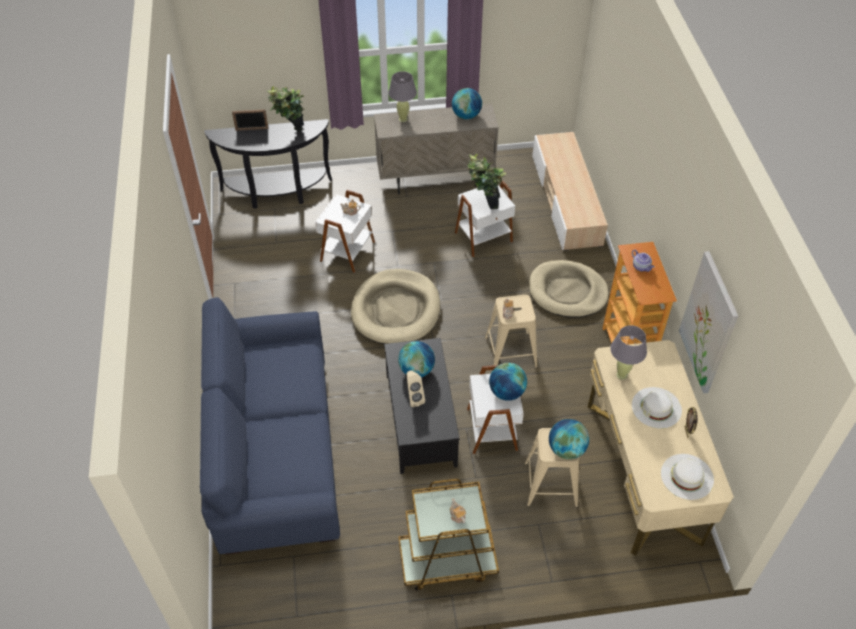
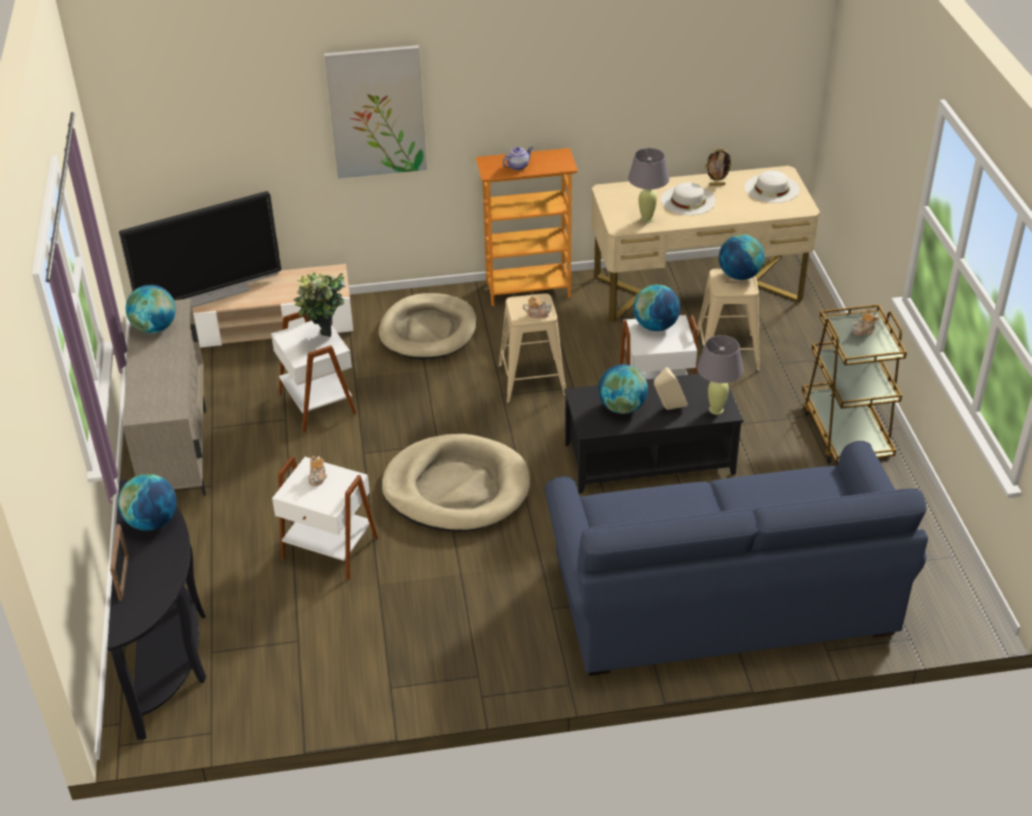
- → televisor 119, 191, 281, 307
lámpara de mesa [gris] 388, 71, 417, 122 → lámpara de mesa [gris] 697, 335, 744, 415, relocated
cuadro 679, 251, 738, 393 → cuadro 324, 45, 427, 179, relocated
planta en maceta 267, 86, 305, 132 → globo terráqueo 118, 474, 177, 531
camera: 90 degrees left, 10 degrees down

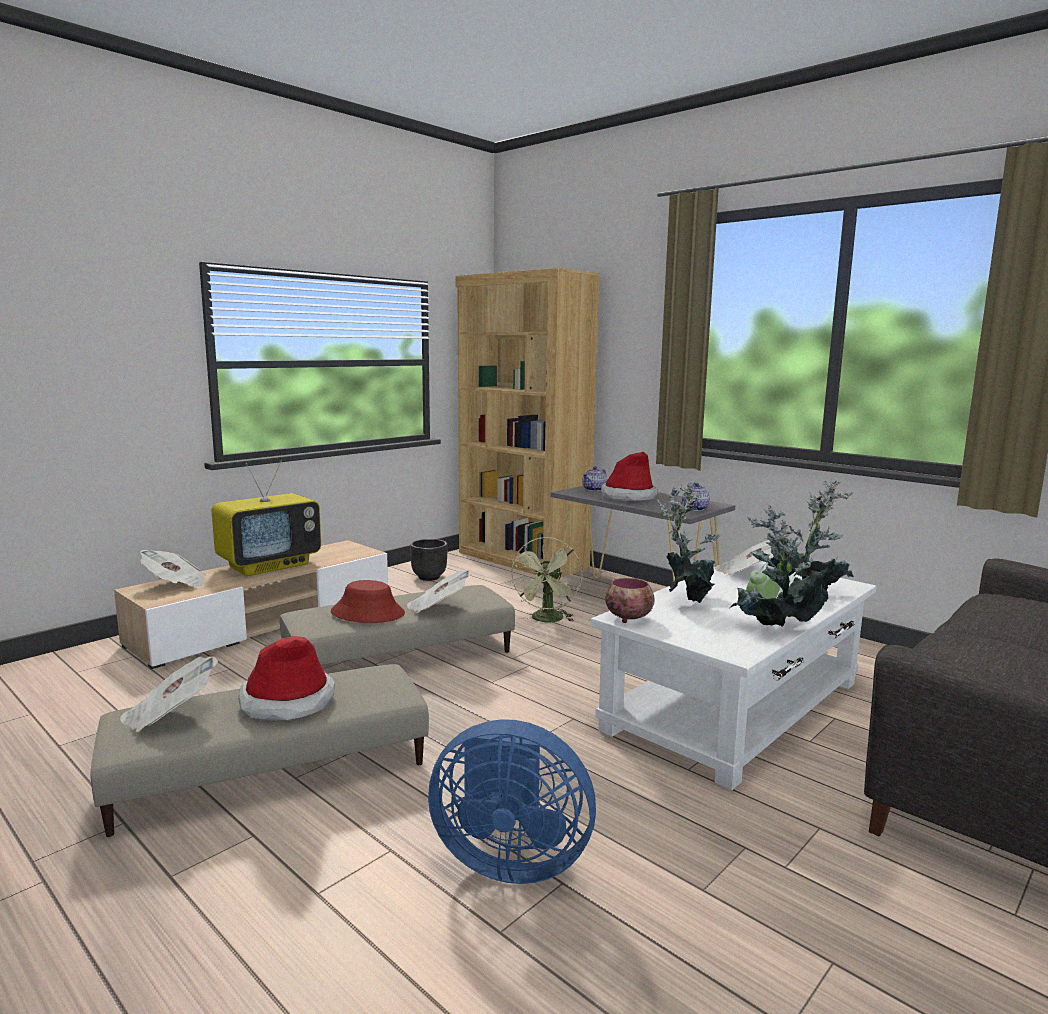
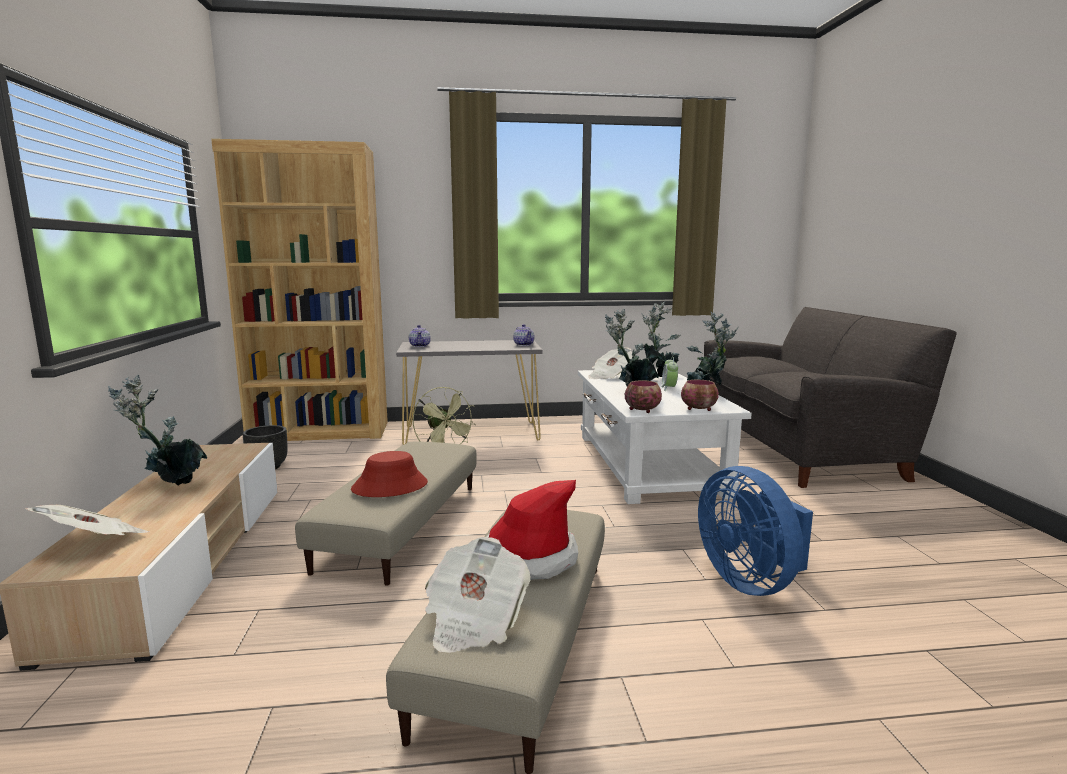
periódico 406, 570, 472, 613 → -
sombrero 601, 452, 658, 501 → -
- → cuenco 681, 380, 719, 411
televisor 212, 461, 321, 576 → planta en maceta 108, 375, 207, 485
ventilador [azul] 428, 719, 596, 884 → ventilador [azul] 698, 466, 813, 596, 105 degrees clockwise
camera: 50 degrees left, 0 degrees up

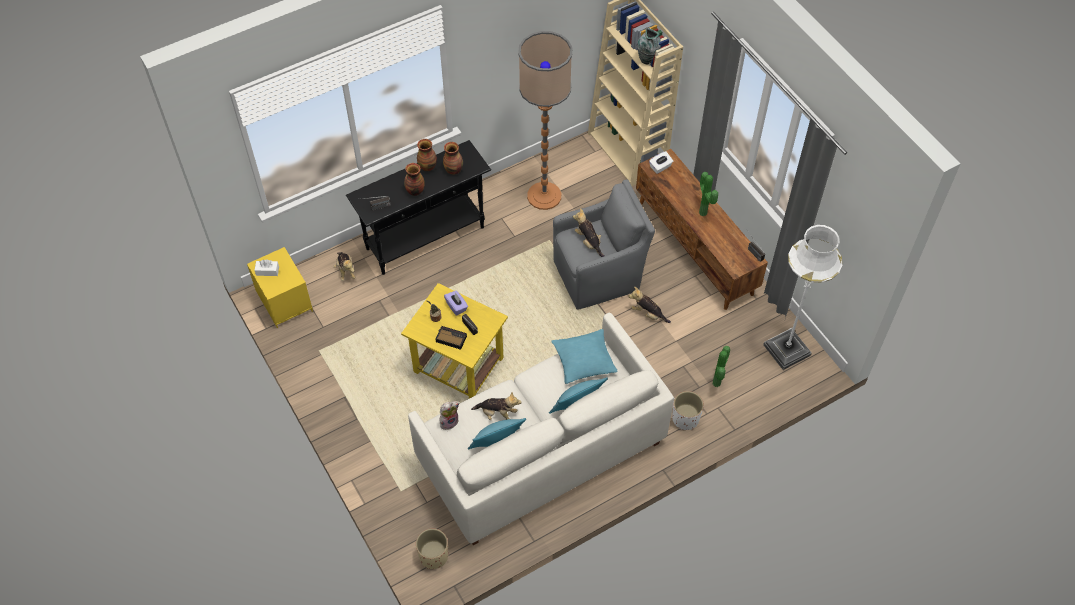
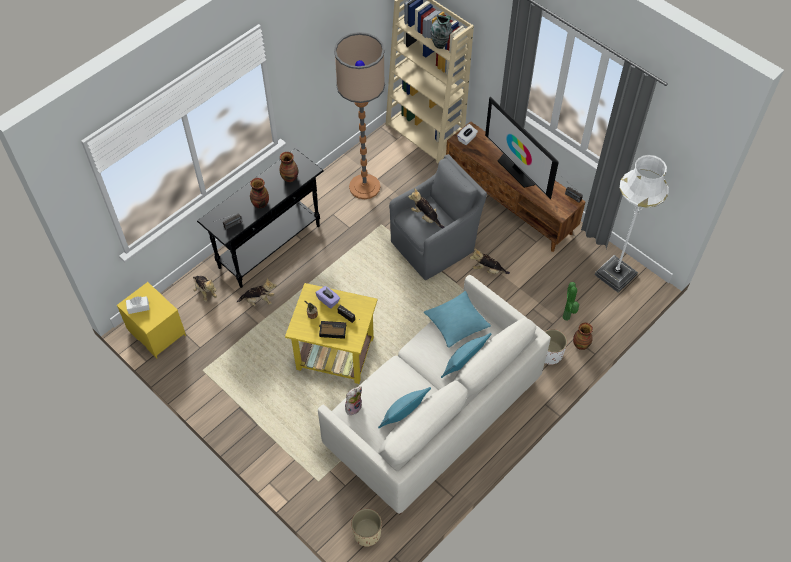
florero 417, 139, 437, 171 → florero 573, 322, 593, 350, relocated
peluche 471, 392, 522, 420 → peluche 237, 278, 277, 306, relocated
planta en maceta 699, 172, 718, 216 → televisor 485, 97, 559, 199
camera: 15 degrees left, 0 degrees up

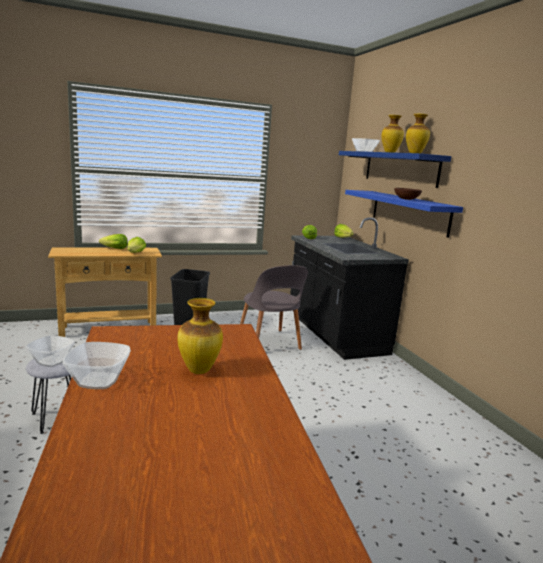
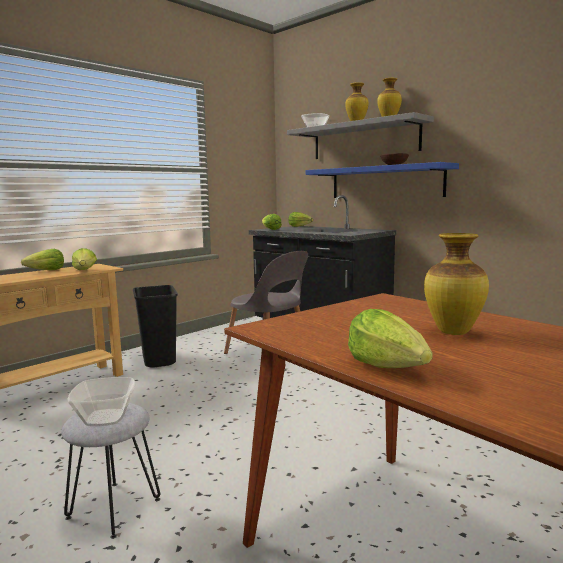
cuenco 63, 342, 131, 389 → lechuga 348, 309, 433, 368
estante [azul] 339, 151, 452, 188 → estante [gris] 287, 112, 434, 159
camera: 25 degrees left, 5 degrees down

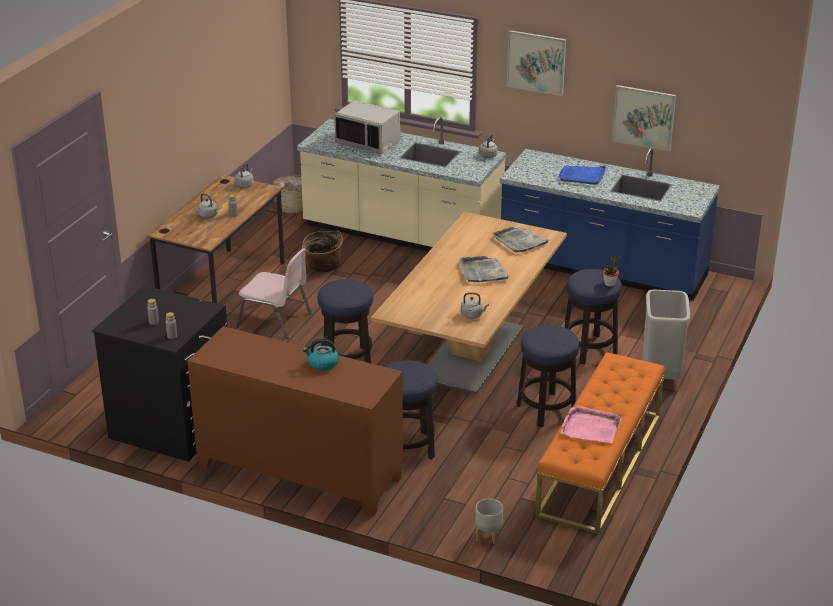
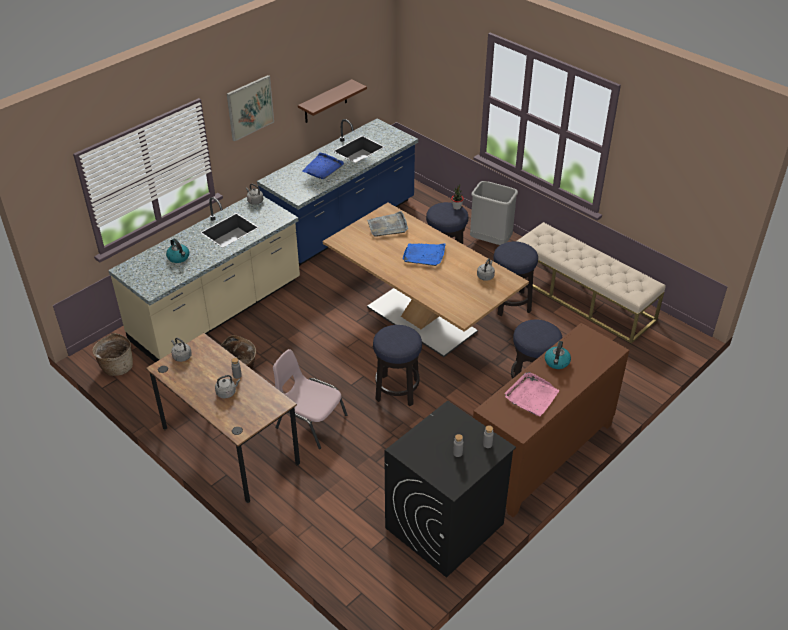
maceta [gris] 475, 499, 503, 545 → -
bandeja [rosa] 561, 405, 622, 443 → bandeja [rosa] 505, 372, 559, 416, relocated
microondas [gris] 334, 100, 400, 155 → hervidor 166, 239, 189, 263
cuadro 612, 85, 676, 152 → estante [marrón] 298, 79, 367, 123
bandeja [gris] 459, 256, 510, 282 → bandeja [azul] 402, 243, 446, 266
banco [naranja] 535, 352, 665, 534 → banco [beis] 516, 222, 666, 344
silla [rosa] 236, 248, 312, 339 → silla [rosa] 273, 349, 348, 449, 105 degrees counterclockwise
camera: 70 degrees left, 10 degrees up

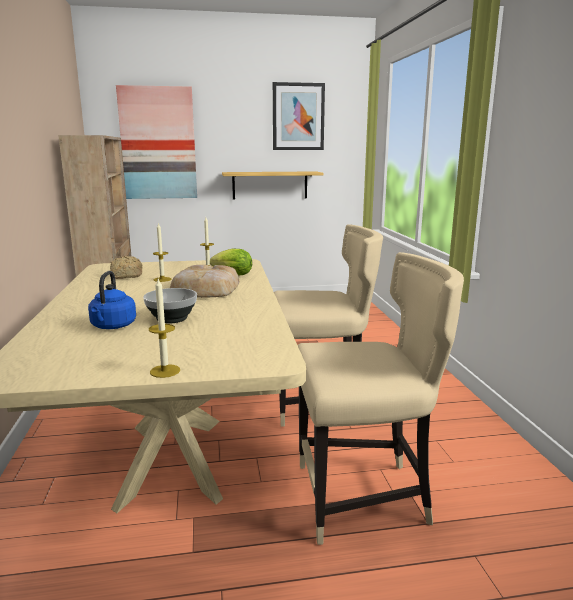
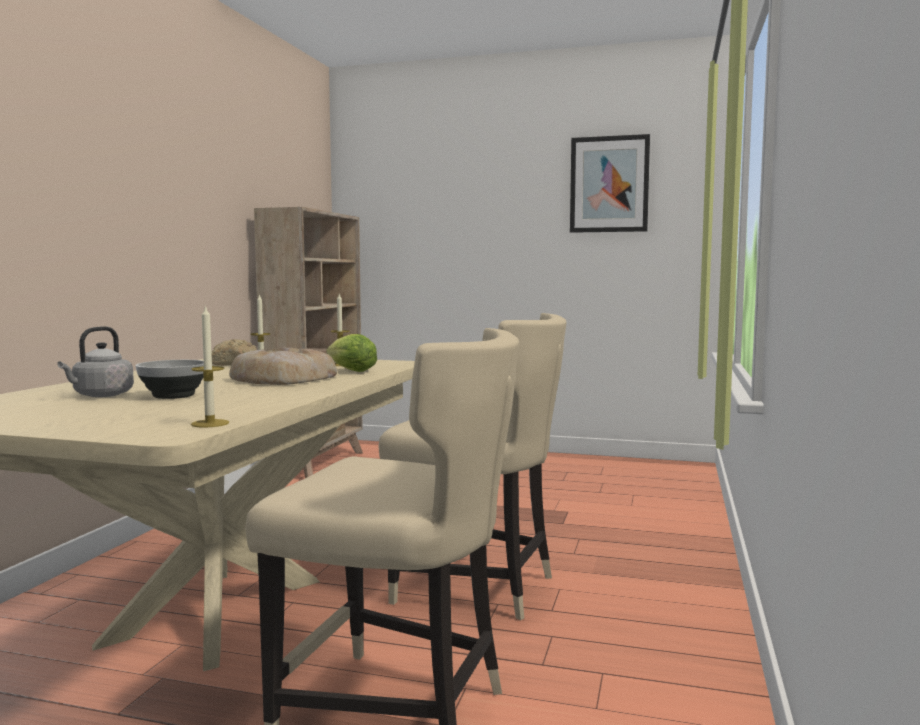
cuadro 116, 85, 197, 199 → -
estante 222, 171, 324, 200 → -
vela 149, 279, 180, 378 → vela 191, 305, 229, 428, relocated
hervidor [azul] 88, 271, 136, 329 → hervidor [gris] 57, 326, 134, 397
camera: 25 degrees right, 10 degrees down

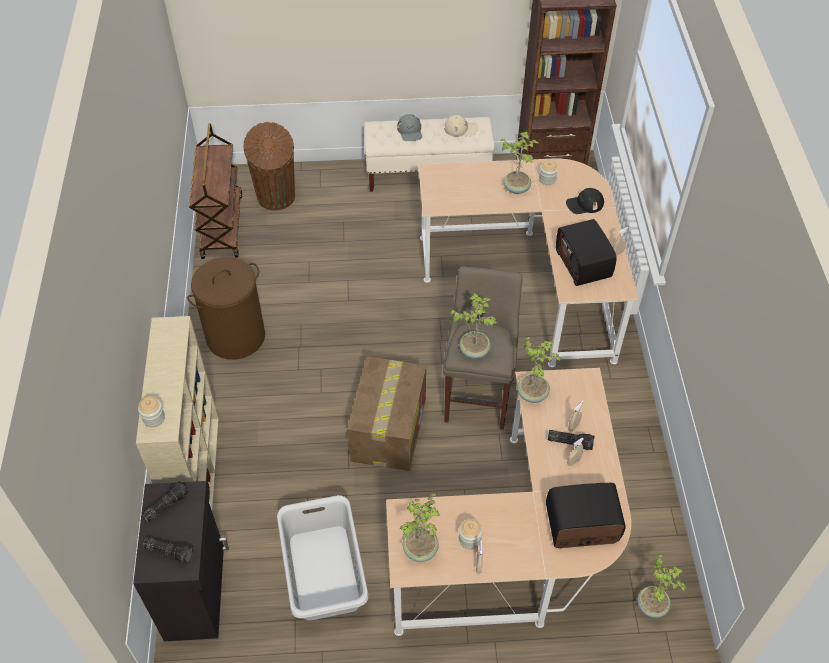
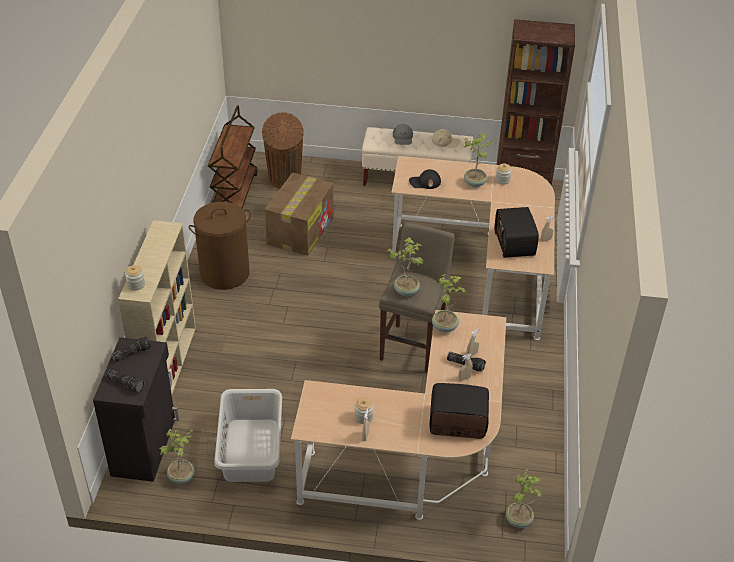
caja de cartón 347, 356, 426, 471 → caja de cartón 265, 173, 333, 256, relocated
planta en maceta 399, 493, 440, 562 → planta en maceta 159, 429, 195, 484, relocated
gorra [negro] 566, 188, 604, 214 → gorra [negro] 409, 169, 441, 189, relocated
camera: 10 degrees right, 10 degrees down

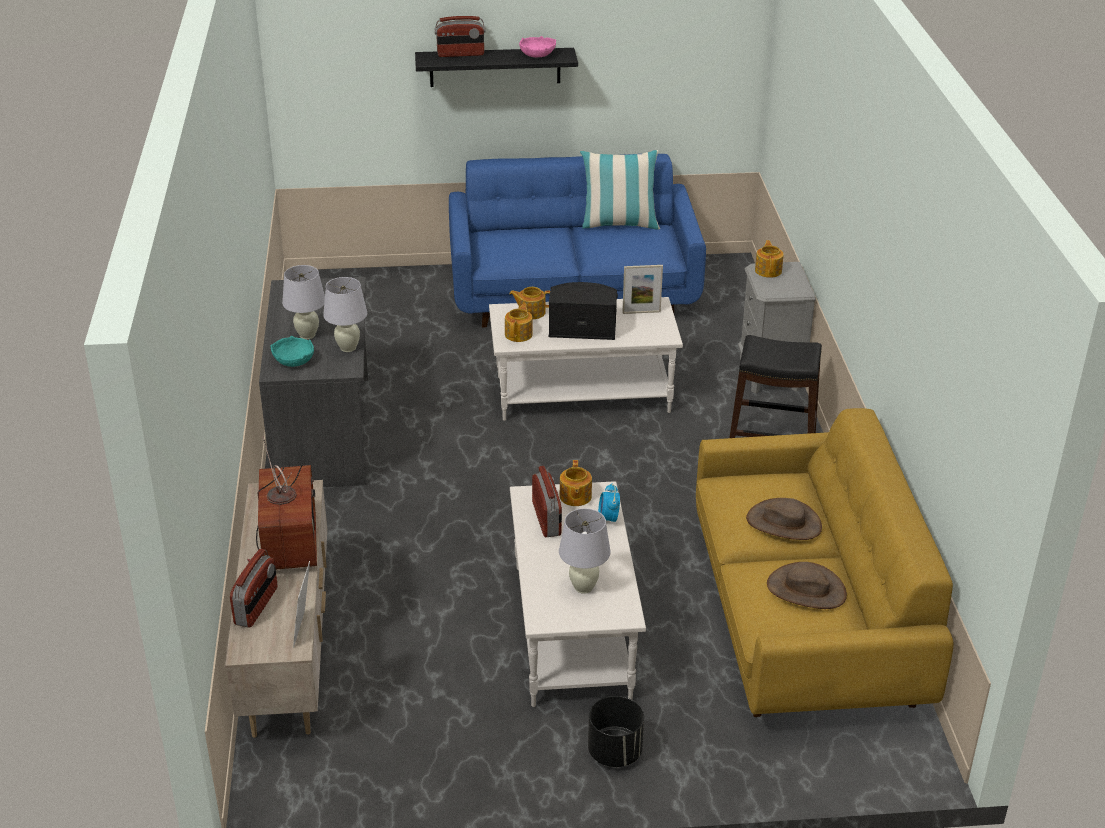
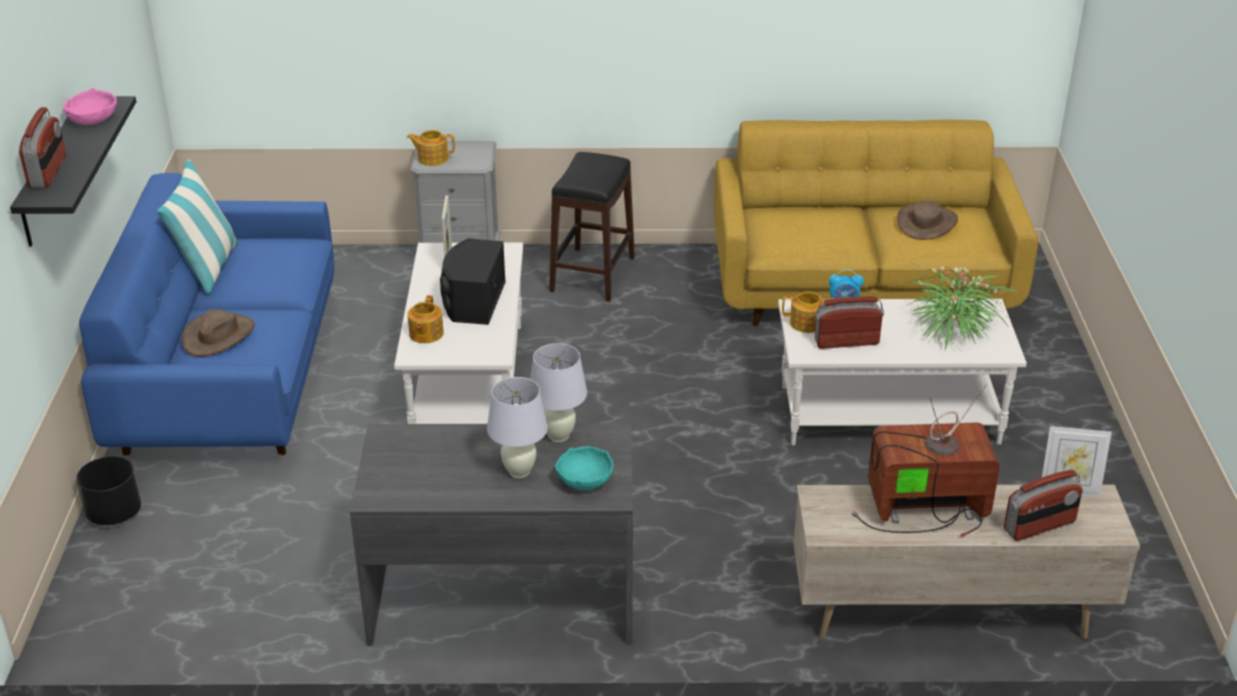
tetera 505, 303, 533, 342 → -
maceta [negro] 588, 696, 644, 767 → maceta [negro] 76, 456, 141, 525, relocated
sombrero [marrón] 746, 498, 822, 540 → sombrero [marrón] 182, 309, 255, 357, relocated
lámpara de mesa [blanco] 559, 508, 611, 594 → planta en maceta 906, 262, 1018, 350
radio 230, 549, 278, 628 → radio 1004, 470, 1083, 541, 135 degrees clockwise
camera: 85 degrees left, 0 degrees up

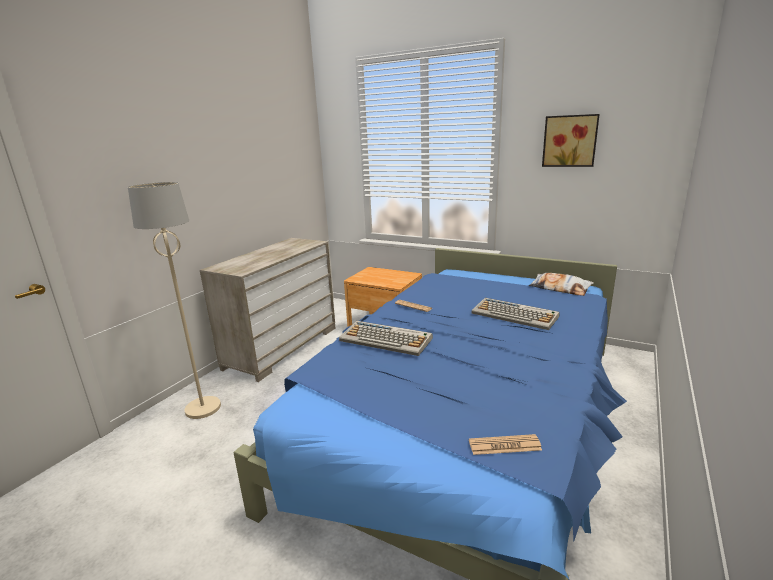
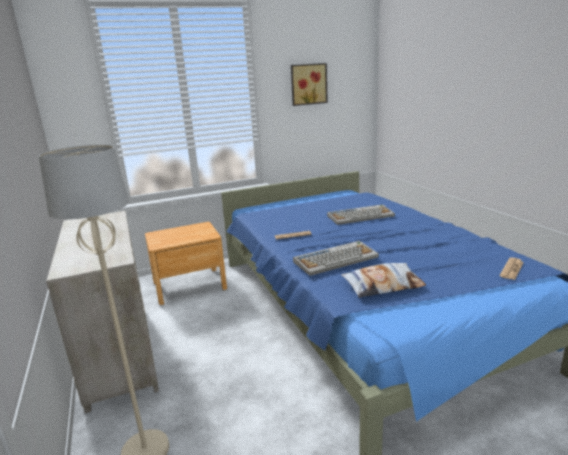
cojín 529, 273, 594, 296 → cojín 341, 263, 426, 298, relocated
camera: 50 degrees left, 0 degrees up

